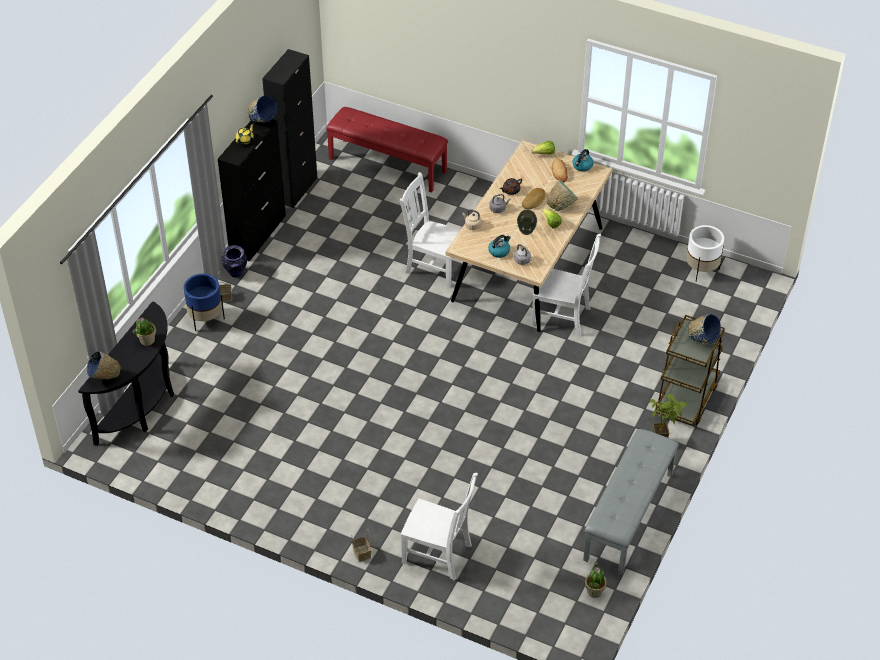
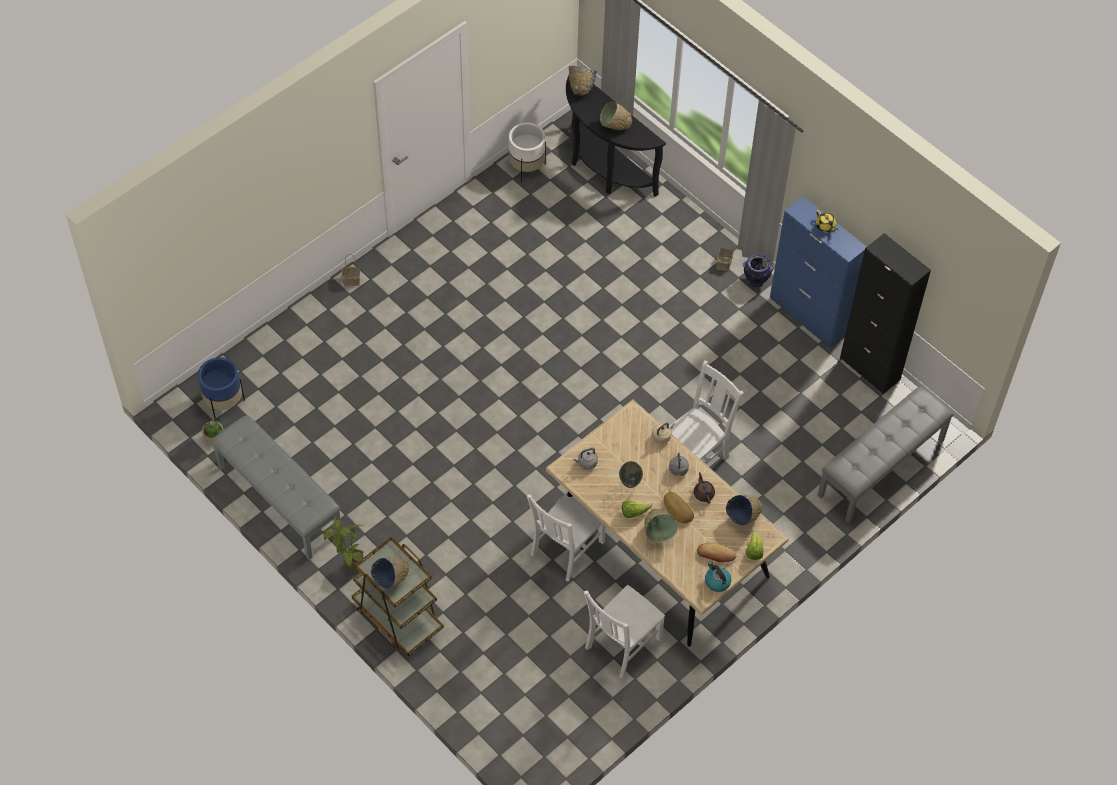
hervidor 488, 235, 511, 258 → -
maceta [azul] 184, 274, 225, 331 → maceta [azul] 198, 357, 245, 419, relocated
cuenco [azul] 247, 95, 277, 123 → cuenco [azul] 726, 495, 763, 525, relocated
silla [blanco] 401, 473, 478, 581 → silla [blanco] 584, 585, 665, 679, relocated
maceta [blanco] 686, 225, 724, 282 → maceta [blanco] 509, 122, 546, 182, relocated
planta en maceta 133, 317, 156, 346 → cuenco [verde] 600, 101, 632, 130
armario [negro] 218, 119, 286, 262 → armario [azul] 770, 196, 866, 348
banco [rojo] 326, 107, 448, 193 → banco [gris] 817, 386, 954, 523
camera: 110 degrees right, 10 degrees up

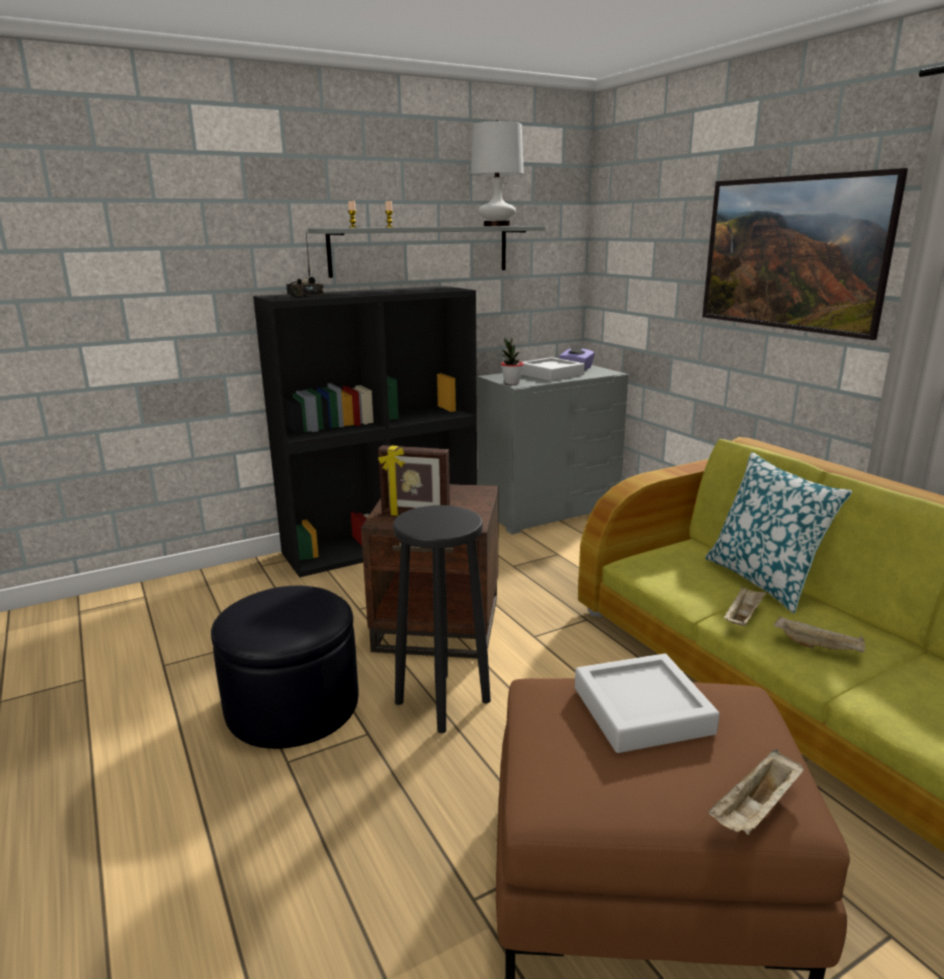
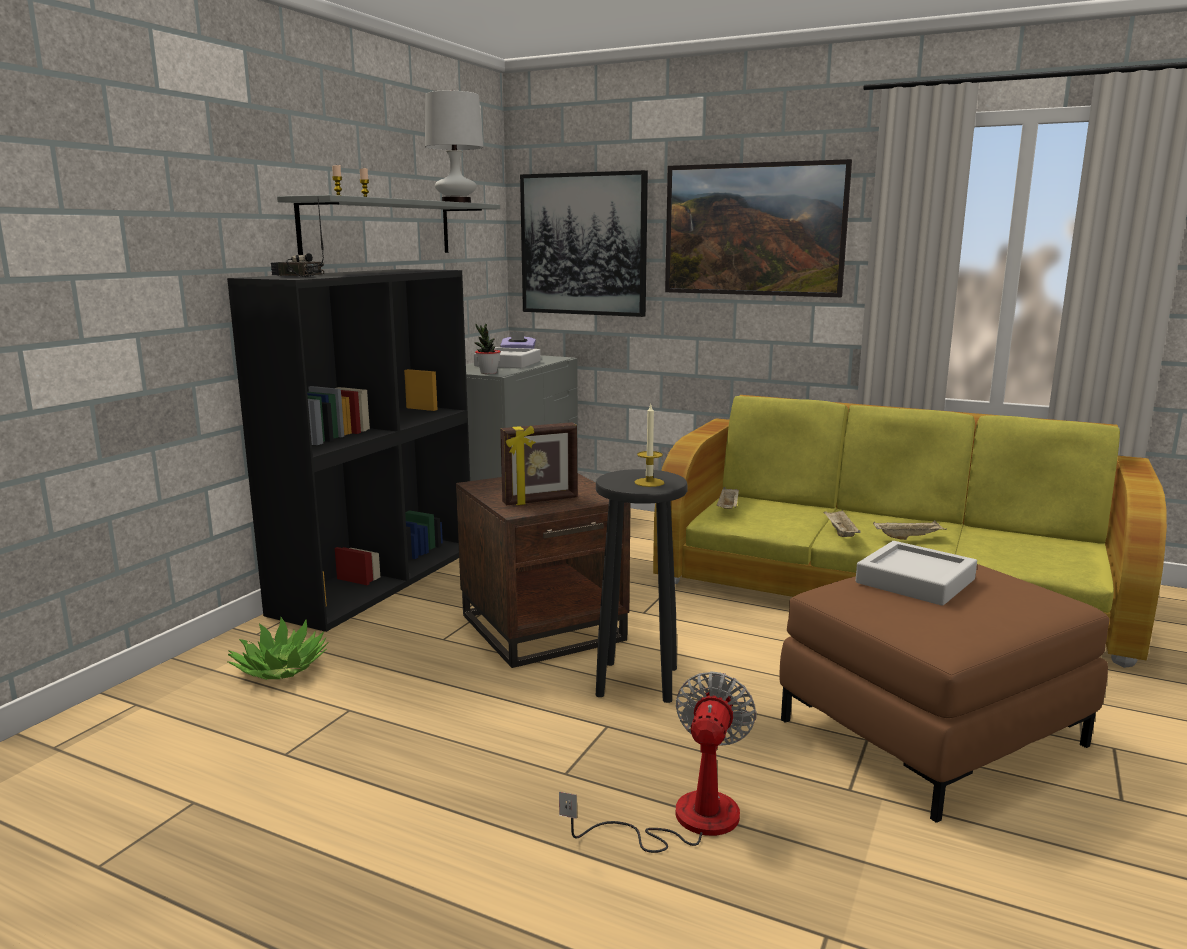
puf [negro] 211, 586, 358, 749 → -
cojín 705, 452, 852, 613 → -
- → planta en maceta 227, 617, 329, 680
- → cuadro 520, 170, 648, 317
- → ventilador 559, 671, 757, 853
- → vela 635, 405, 664, 487
bandeja [beis] 708, 749, 804, 835 → bandeja [beis] 717, 487, 739, 509, relocated
camera: 35 degrees left, 5 degrees down

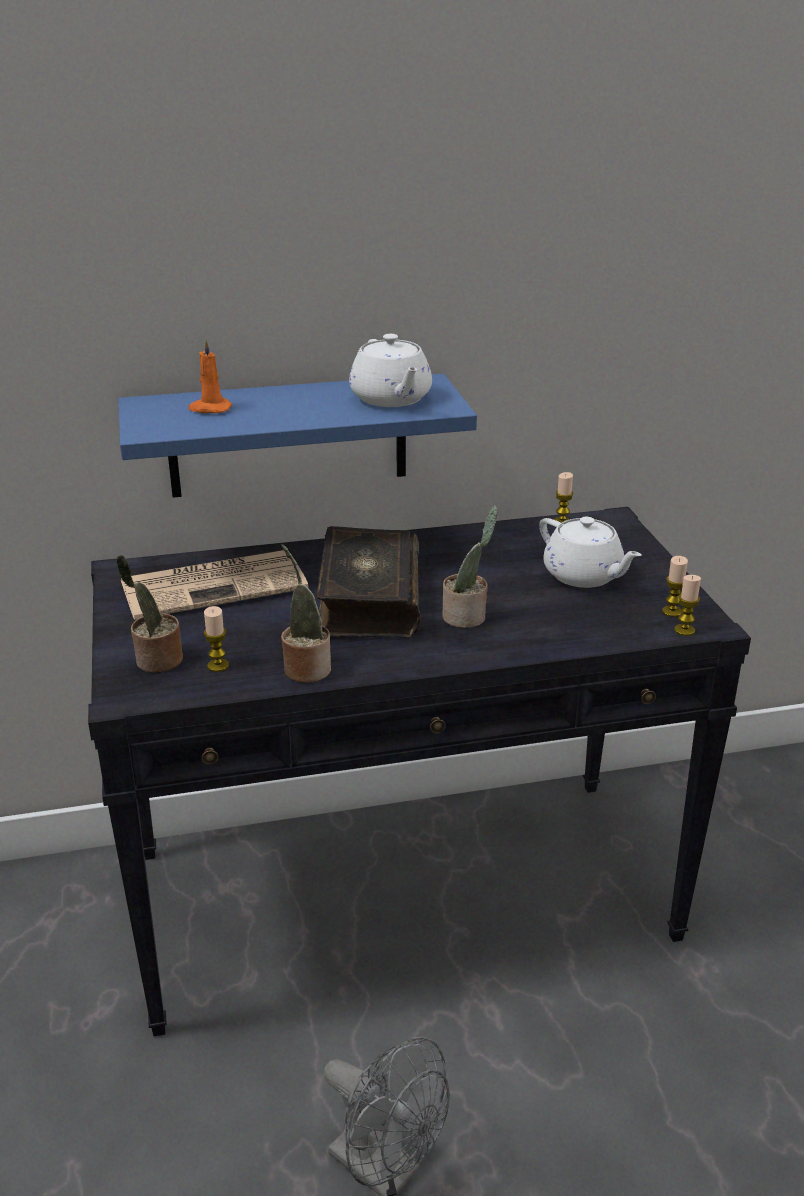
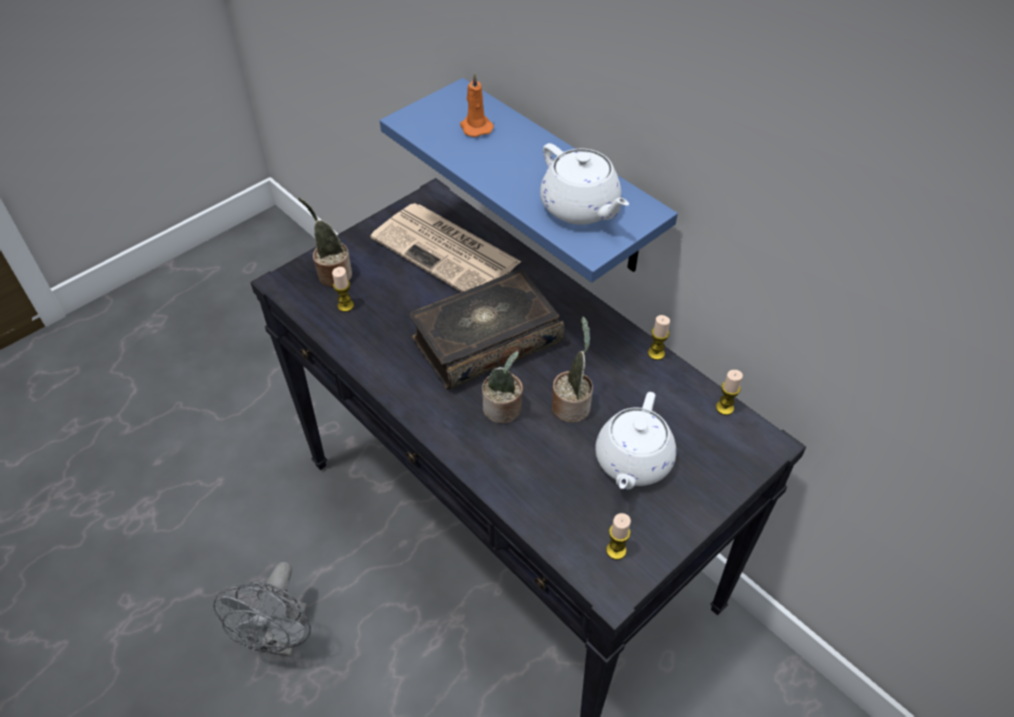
planta en maceta 281, 544, 331, 683 → planta en maceta 552, 317, 593, 423, relocated
vela 674, 575, 701, 636 → vela 648, 315, 670, 360, relocated
tetera [blanco] 349, 334, 432, 407 → tetera [blanco] 540, 143, 629, 225, 75 degrees counterclockwise
camera: 60 degrees right, 20 degrees up

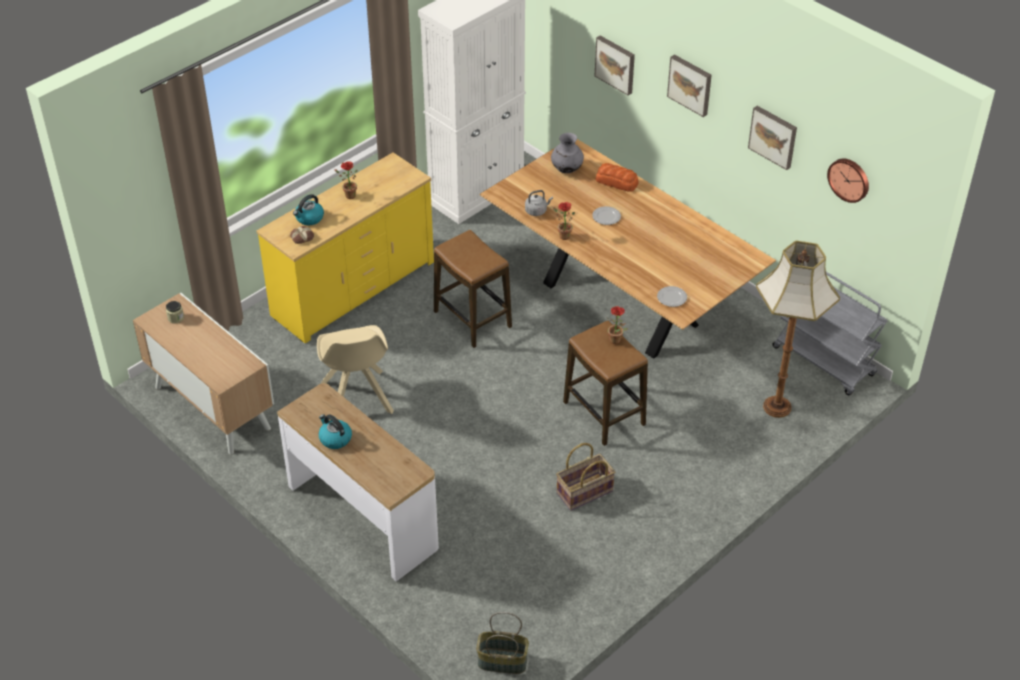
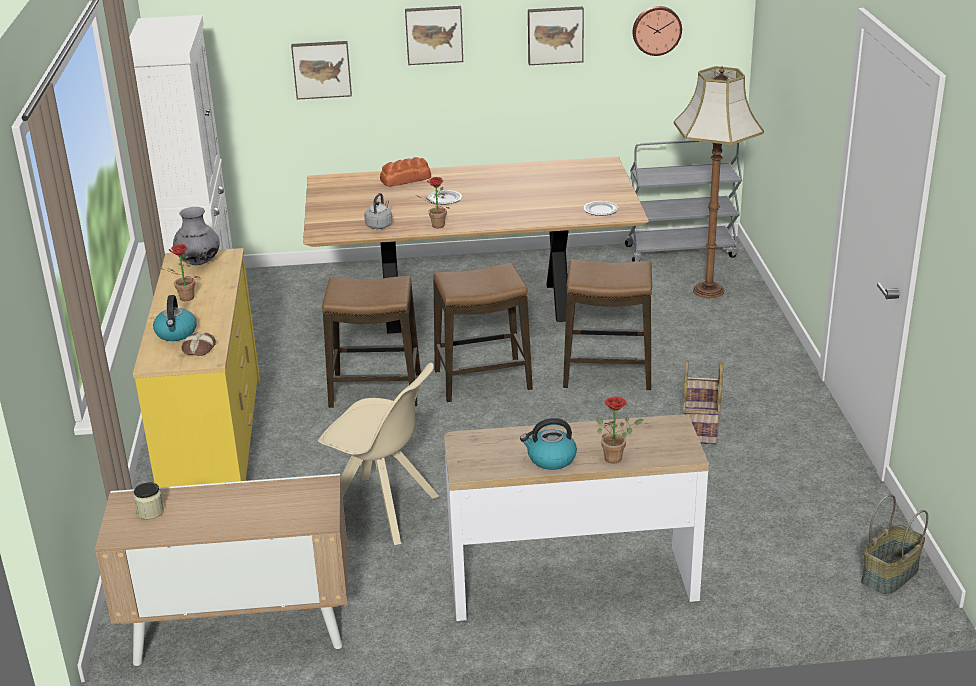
- → taburete 433, 263, 533, 402
florero [gris] 551, 133, 584, 173 → florero [gris] 173, 207, 220, 265, relocated
planta en maceta 607, 306, 628, 344 → planta en maceta 597, 397, 644, 463, relocated
camera: 50 degrees left, 15 degrees down

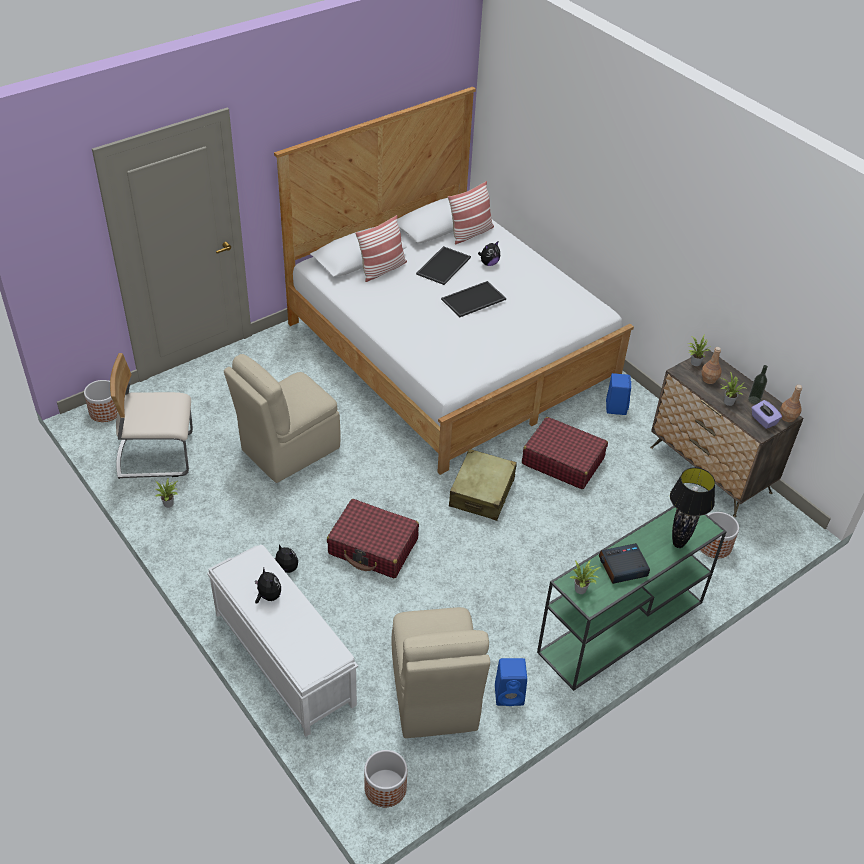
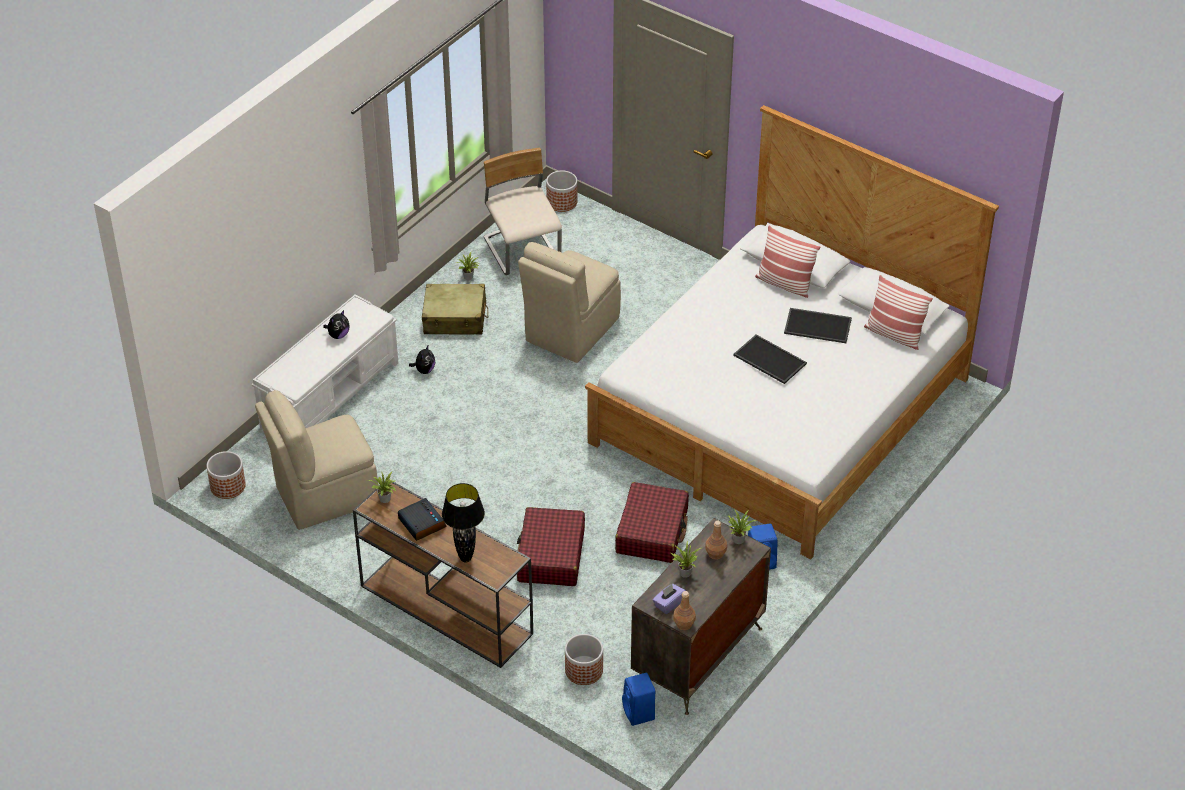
peluche 478, 242, 500, 266 → -
botella 748, 365, 768, 404 → -
maleta [rojo] 327, 499, 419, 578 → maleta [rojo] 517, 507, 585, 586, relocated
maleta [beis] 449, 449, 517, 521 → maleta [beis] 422, 284, 488, 335, relocated
altavoz [azul] 495, 658, 527, 706 → altavoz [azul] 622, 673, 655, 726, relocated
mesa consola [verde] 537, 506, 727, 691 → mesa consola [marrón] 353, 479, 533, 668
silla [beis] 224, 354, 341, 483 → silla [beis] 518, 242, 621, 363, 90 degrees counterclockwise
camera: 75 degrees right, 0 degrees up

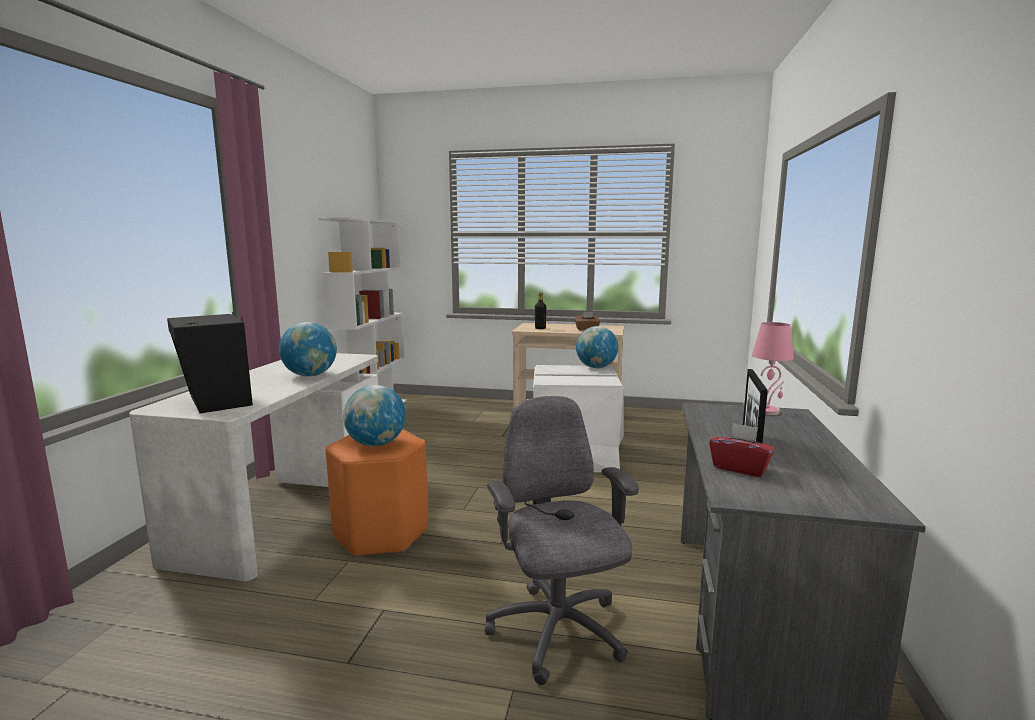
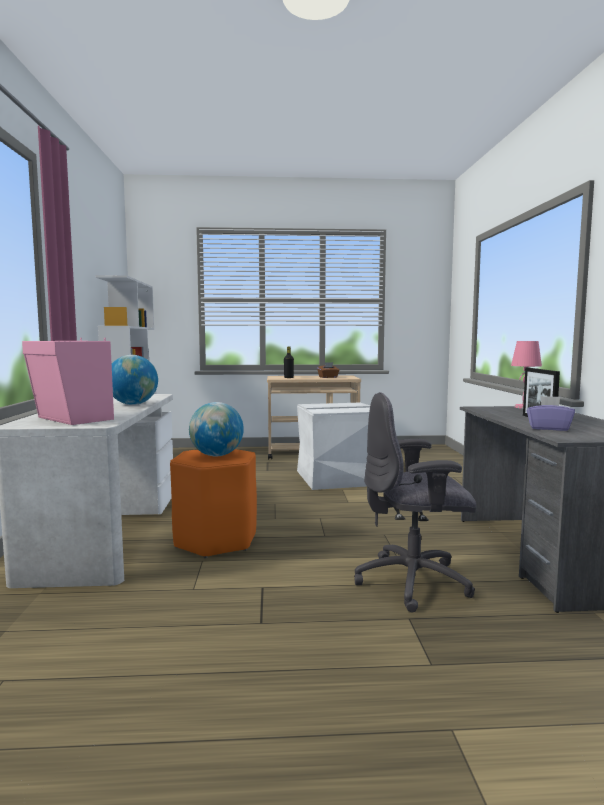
globo terráqueo 576, 326, 618, 368 → -
altavoz [negro] 167, 311, 253, 413 → altavoz [rosa] 22, 338, 114, 425
caja de pañuelos [rojo] 709, 423, 775, 477 → caja de pañuelos [morado] 527, 396, 575, 431
silla de oficina [gris] 485, 396, 639, 685 → silla de oficina [gris] 354, 392, 476, 613, 60 degrees counterclockwise
camera: 15 degrees left, 5 degrees down

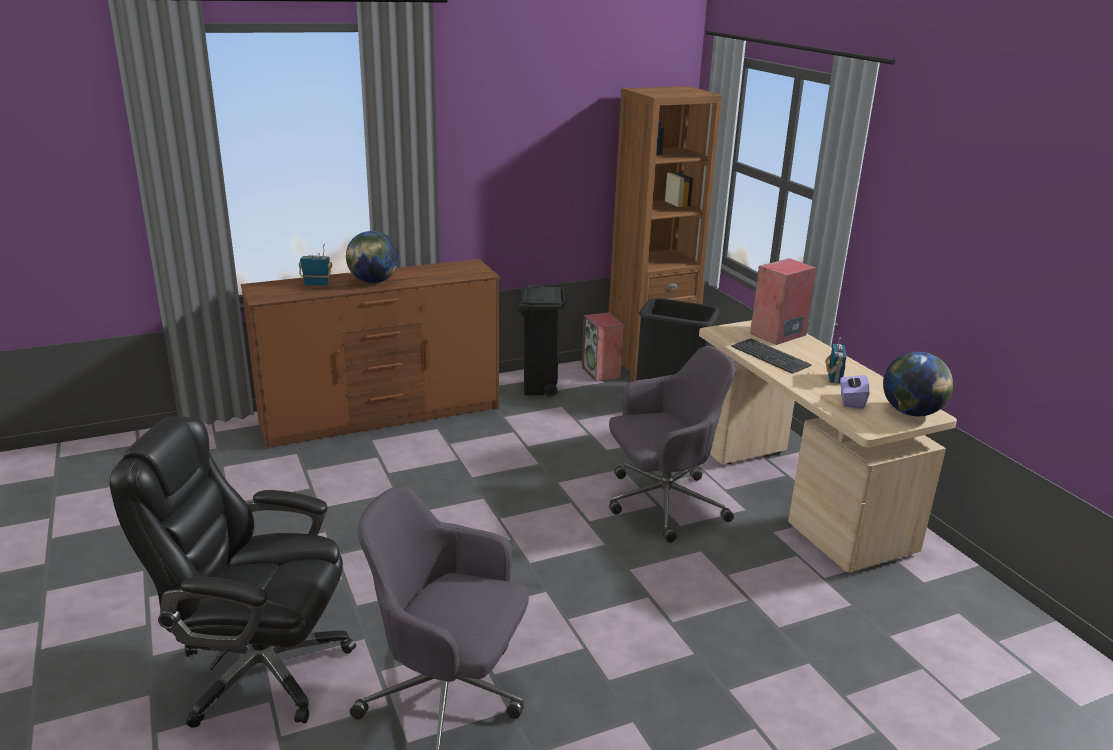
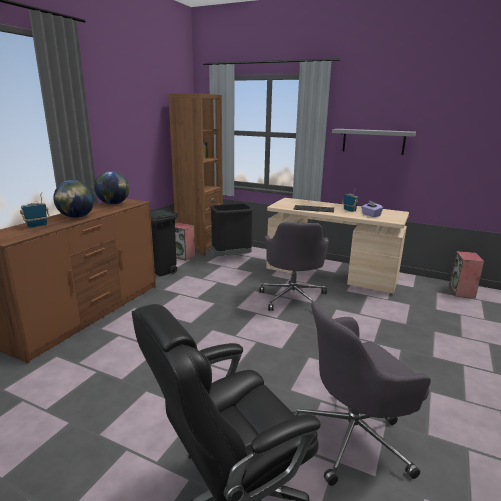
- → estante [gris] 332, 129, 416, 155
altavoz 750, 258, 817, 345 → altavoz 449, 251, 484, 299, relocated
globo terráqueo 883, 352, 953, 416 → globo terráqueo 94, 171, 129, 204, relocated
silla de oficina [gris] 609, 346, 736, 543 → silla de oficina [gris] 259, 222, 329, 311, 150 degrees clockwise
camera: 40 degrees left, 5 degrees down

